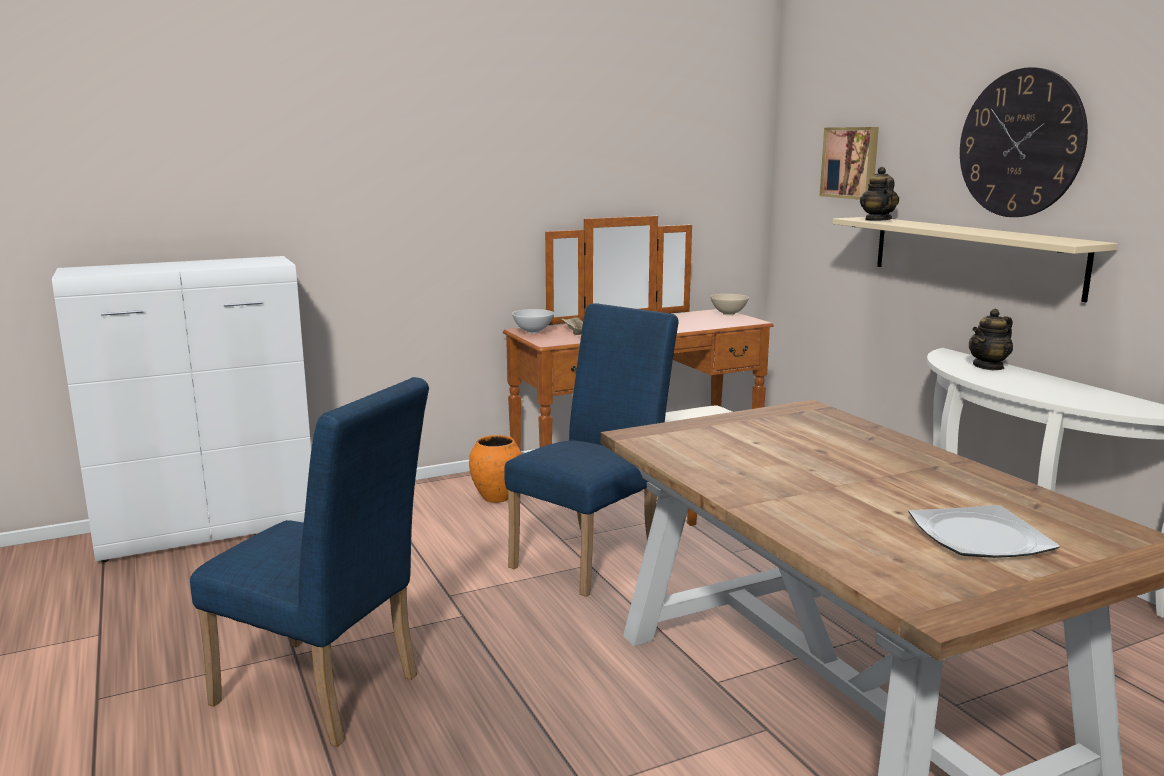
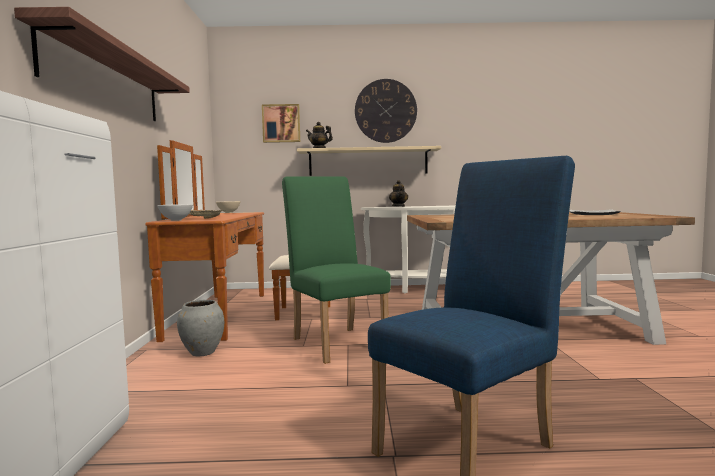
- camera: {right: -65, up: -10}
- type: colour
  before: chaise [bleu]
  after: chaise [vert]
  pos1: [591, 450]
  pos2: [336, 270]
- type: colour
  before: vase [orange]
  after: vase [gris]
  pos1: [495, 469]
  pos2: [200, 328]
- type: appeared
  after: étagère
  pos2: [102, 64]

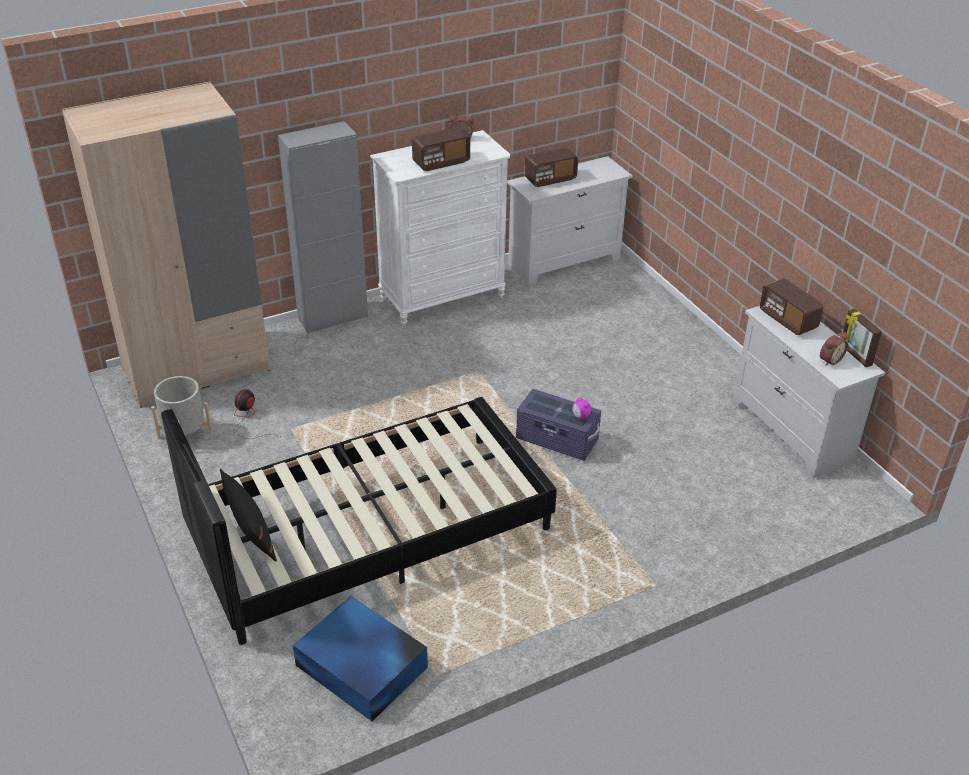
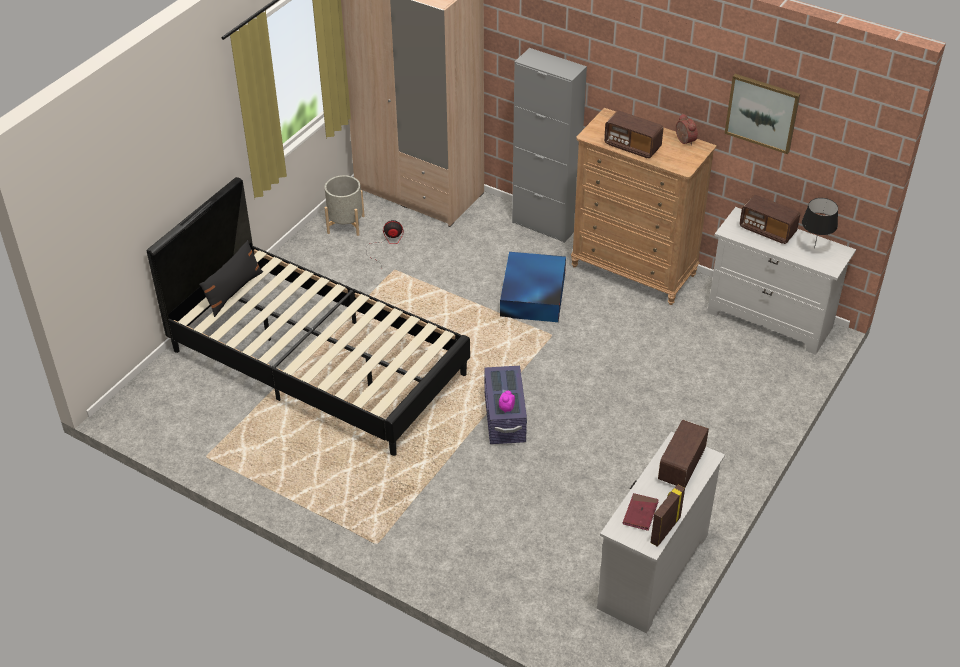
- camera: {right: 60, up: 5}
- type: colour
  before: commode [blanc]
  after: commode [marron]
  pos1: [440, 227]
  pos2: [644, 206]
- type: exchanged
  before: réveil
  after: livre [rouge]
  pos1: [834, 349]
  pos2: [641, 512]
- type: relocated
  before: boîte de rangement [bleu]
  pos1: [360, 658]
  pos2: [533, 287]
- type: appeared
  after: tableau
  pos2: [762, 114]
- type: appeared
  after: lampe de table [noir]
  pos2: [820, 223]

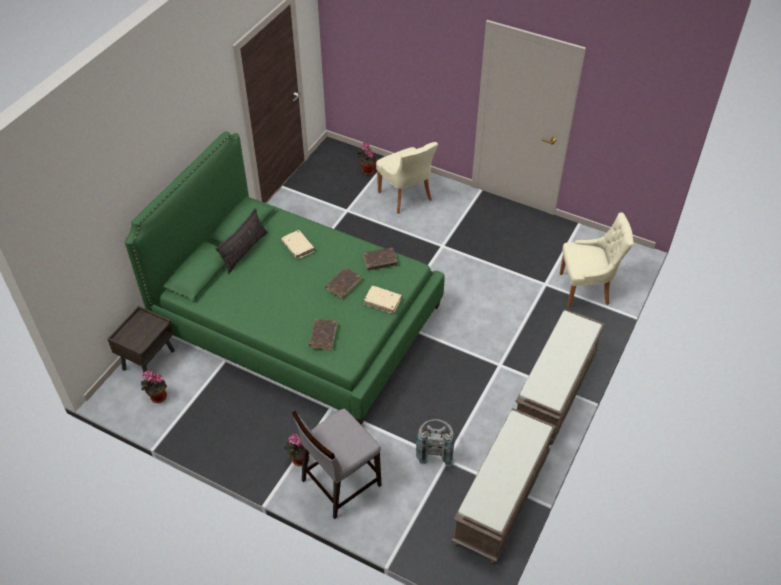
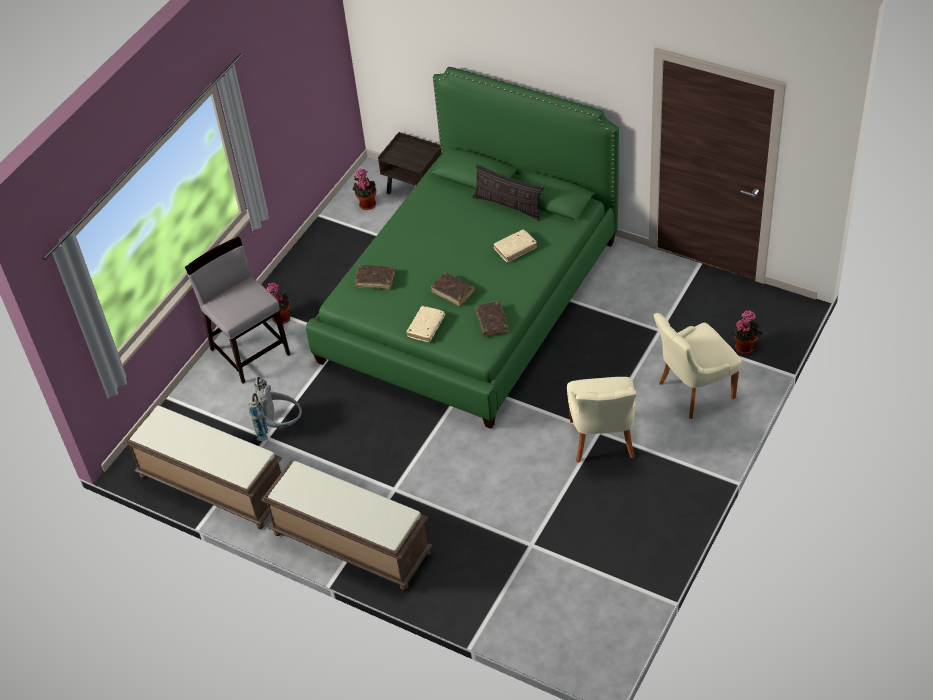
- camera: {right: 95, up: 0}
- type: relocated
  before: chaise [beige]
  pos1: [596, 260]
  pos2: [602, 420]

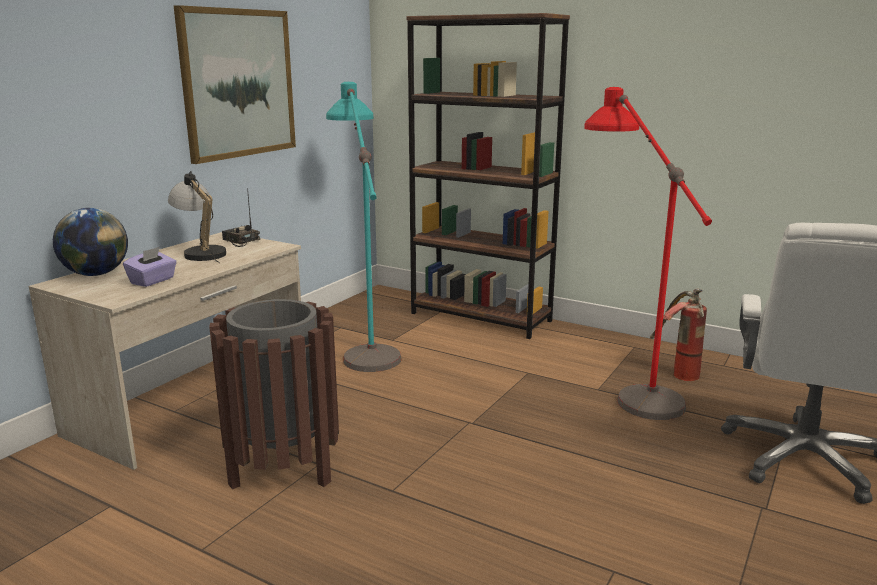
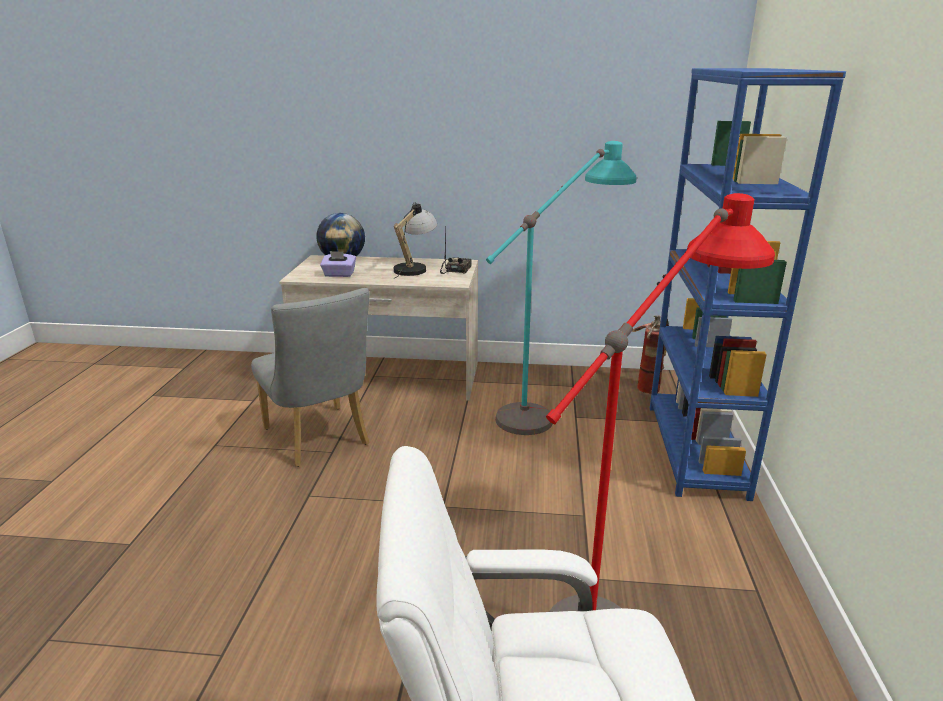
- camera: {right: 65, up: 5}
- type: missing
  before: tableau
  pos1: [235, 84]
- type: colour
  before: bibliothèque [marron]
  after: bibliothèque [bleu]
  pos1: [488, 176]
  pos2: [748, 284]
- type: relocated
  before: extincteur
  pos1: [678, 335]
  pos2: [650, 354]
- type: exchanged
  before: poubelle [marron]
  after: chaise [gris]
  pos1: [274, 394]
  pos2: [310, 377]

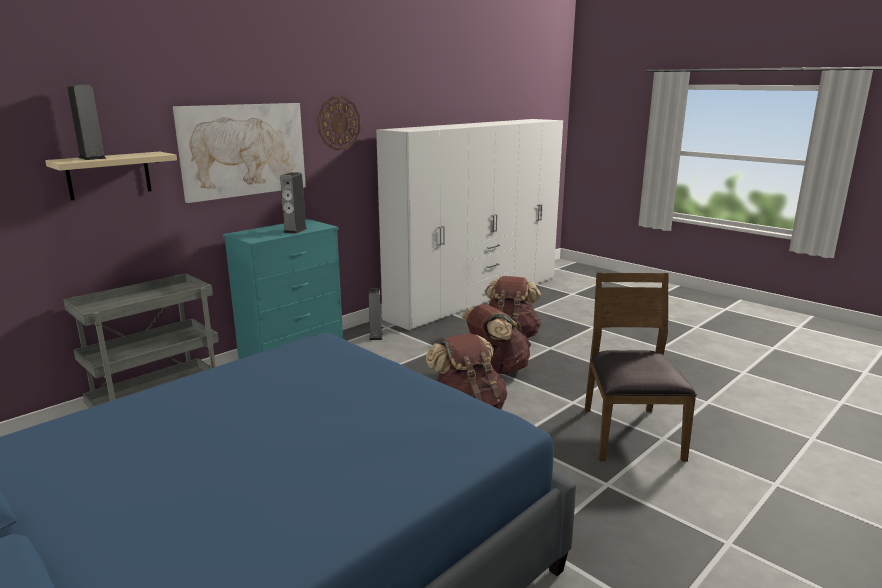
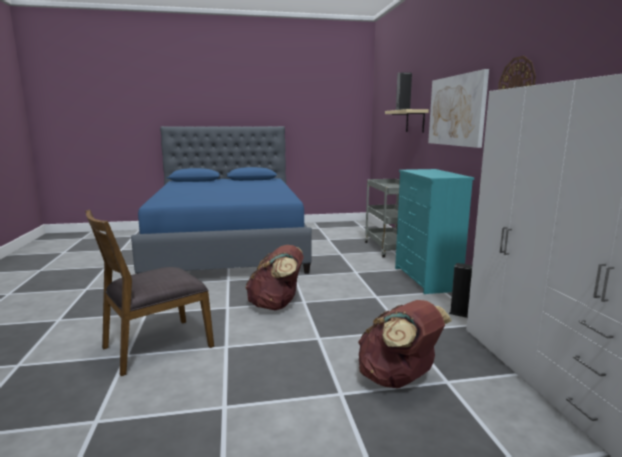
- camera: {right: 125, up: -5}
- type: missing
  before: enceinte
  pos1: [293, 203]
- type: spun
  before: chaise [marron]
  pos1: [641, 367]
  pos2: [149, 292]
  turn: 105
- type: missing
  before: sac à dos [marron]
  pos1: [496, 339]

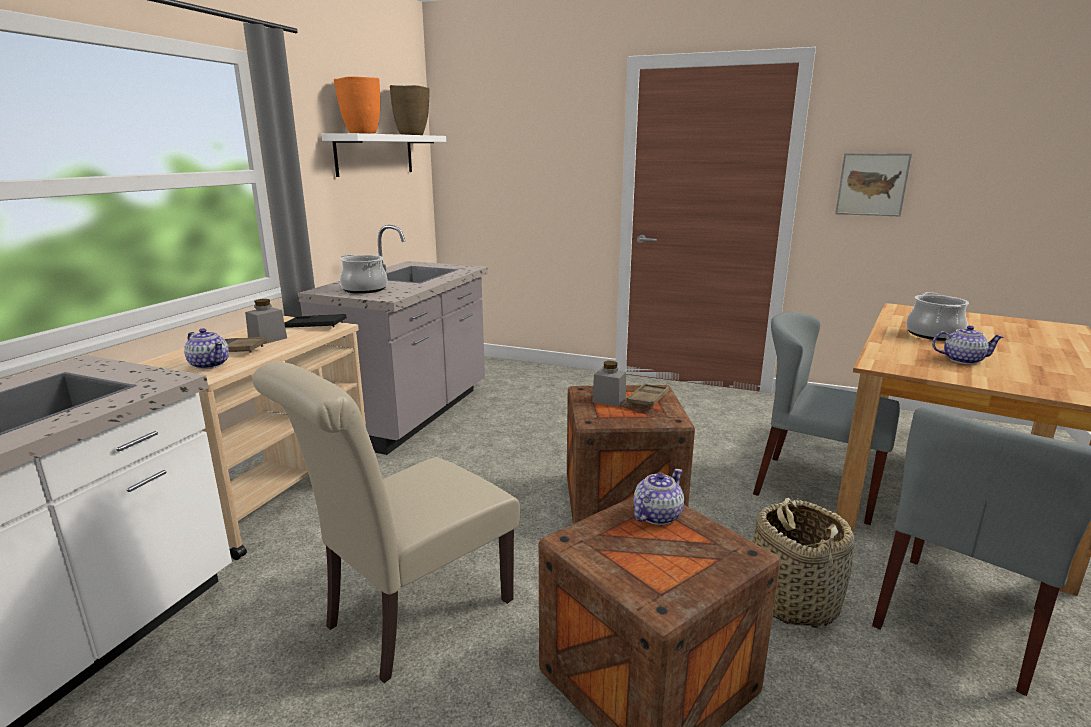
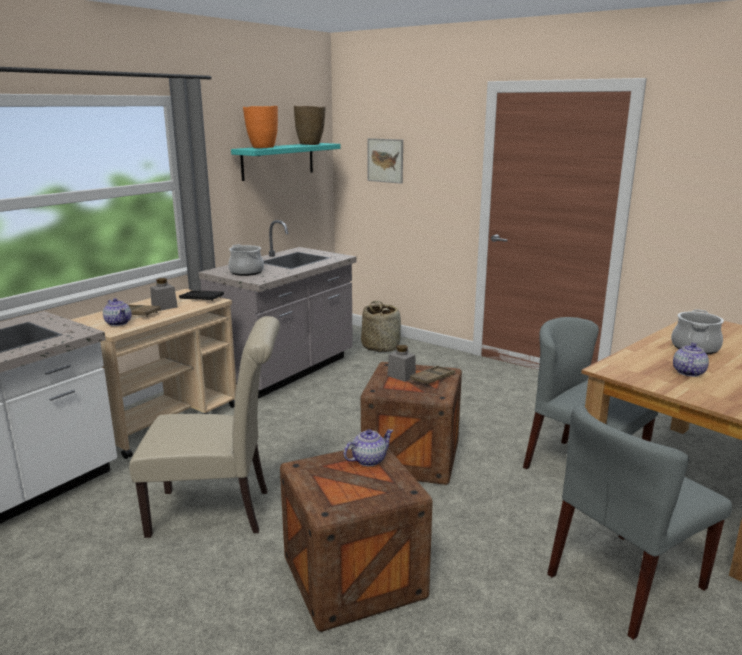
- camera: {right: 15, up: 0}
- type: colour
  before: étagère [blanc]
  after: étagère [turquoise]
  pos1: [383, 155]
  pos2: [286, 162]
- type: relocated
  before: tableau
  pos1: [873, 184]
  pos2: [385, 161]
- type: spun
  before: théière
  pos1: [968, 344]
  pos2: [691, 360]
  turn: -90
- type: spun
  before: chaise [beige]
  pos1: [386, 522]
  pos2: [204, 427]
  turn: -150
- type: relocated
  before: panier
  pos1: [803, 563]
  pos2: [381, 326]

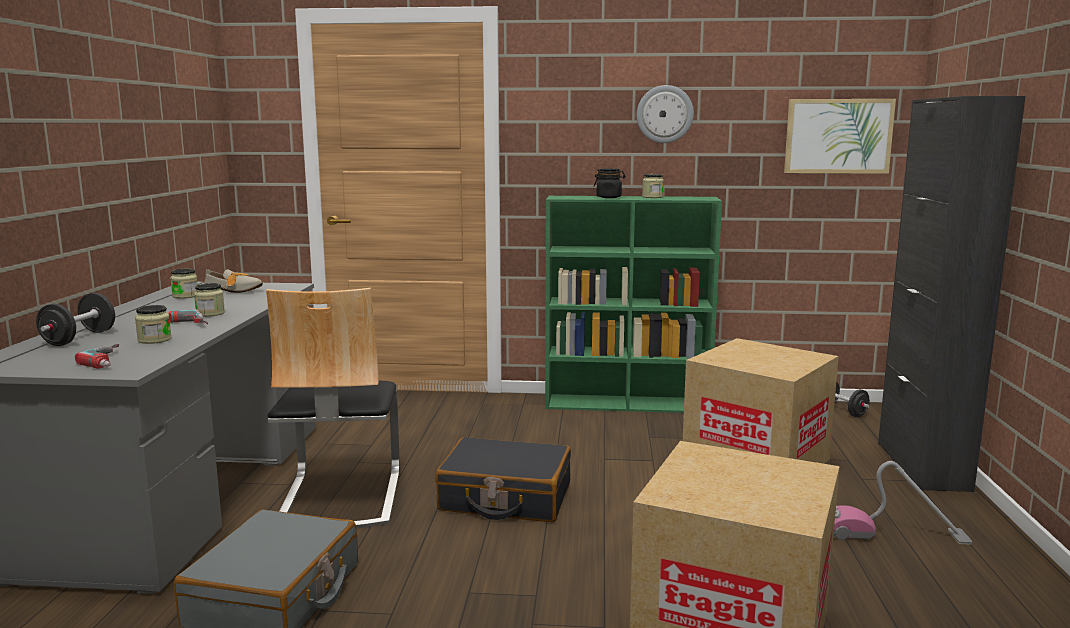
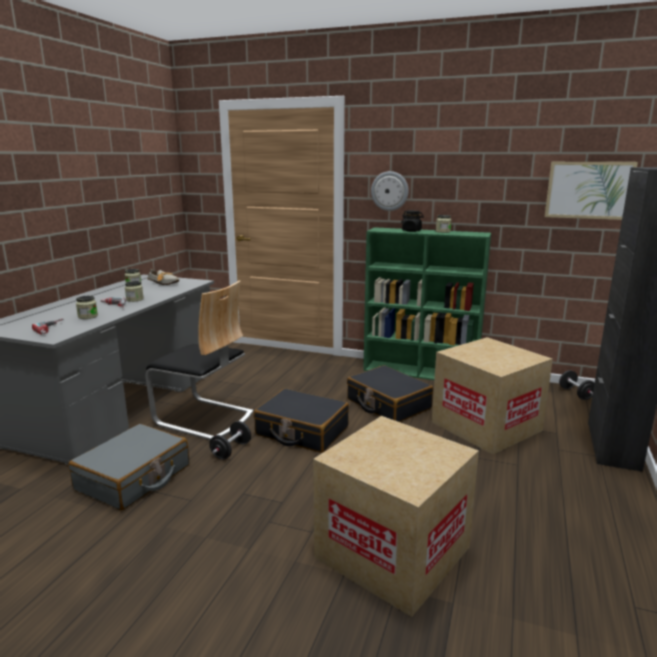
- camera: {right: 15, up: 5}
- type: relocated
  before: horloge murale
  pos1: [665, 114]
  pos2: [390, 191]
- type: spun
  before: chaise
  pos1: [333, 408]
  pos2: [200, 360]
  turn: -75
- type: relocated
  before: haltère [noir]
  pos1: [75, 319]
  pos2: [230, 440]
- type: missing
  before: aspirateur
  pos1: [902, 502]
- type: appeared
  after: valise [noir]
  pos2: [390, 393]

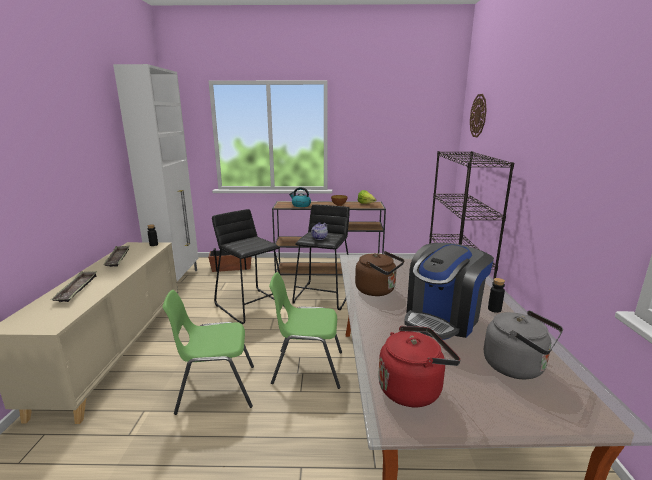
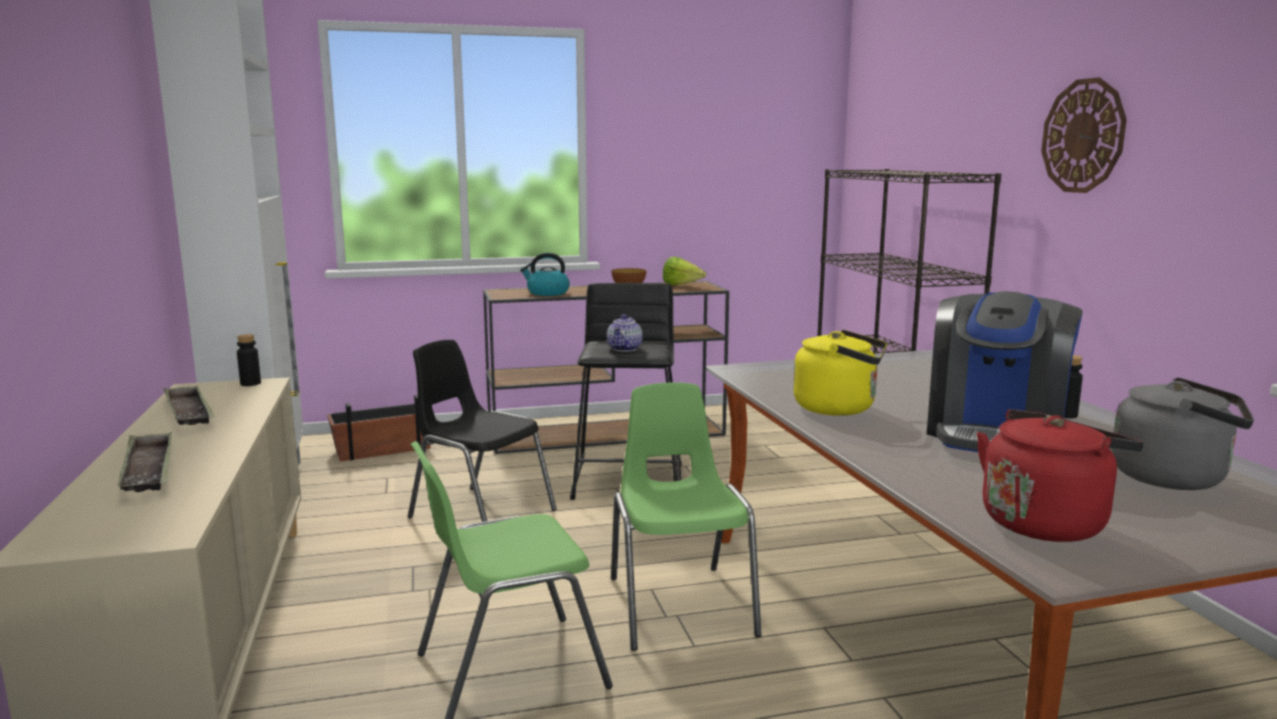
- camera: {right: -15, up: -5}
- type: relocated
  before: horloge murale
  pos1: [478, 115]
  pos2: [1084, 135]
- type: exchanged
  before: tabouret [noir]
  after: chaise [noir]
  pos1: [248, 266]
  pos2: [482, 431]
- type: colour
  before: bouilloire [marron]
  after: bouilloire [jaune]
  pos1: [379, 273]
  pos2: [840, 373]
- type: spun
  before: chaise [vert]
  pos1: [305, 330]
  pos2: [686, 516]
  turn: 90

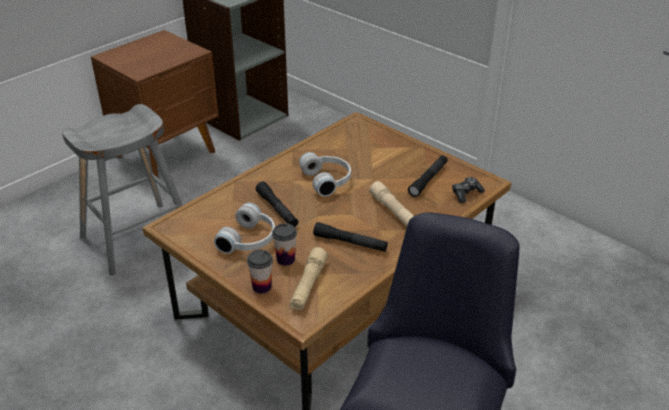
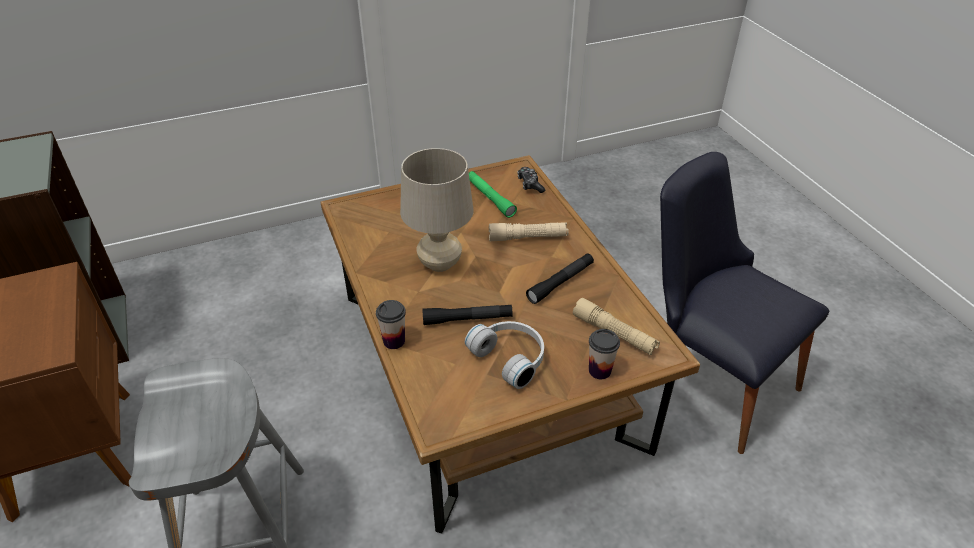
- camera: {right: -65, up: 5}
- type: exchanged
  before: casque audio [blanc]
  after: lampe de table [beige]
  pos1: [325, 174]
  pos2: [437, 210]
- type: colour
  before: lampe de poche [noir]
  after: lampe de poche [vert]
  pos1: [428, 176]
  pos2: [493, 194]
- type: relocated
  before: tasse
  pos1: [284, 244]
  pos2: [391, 324]

